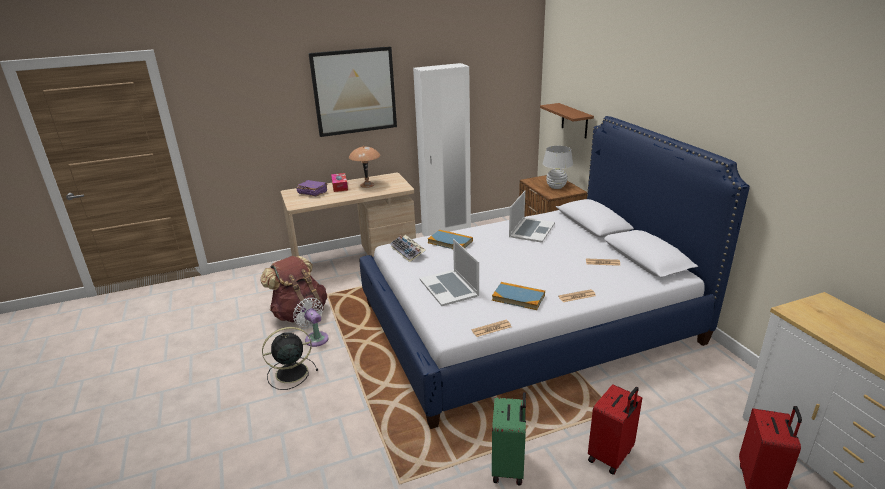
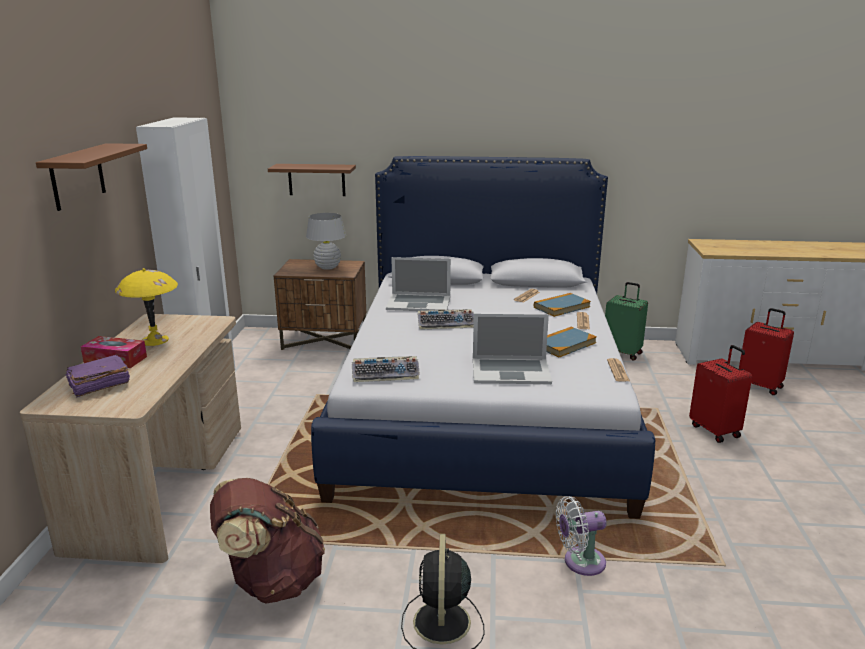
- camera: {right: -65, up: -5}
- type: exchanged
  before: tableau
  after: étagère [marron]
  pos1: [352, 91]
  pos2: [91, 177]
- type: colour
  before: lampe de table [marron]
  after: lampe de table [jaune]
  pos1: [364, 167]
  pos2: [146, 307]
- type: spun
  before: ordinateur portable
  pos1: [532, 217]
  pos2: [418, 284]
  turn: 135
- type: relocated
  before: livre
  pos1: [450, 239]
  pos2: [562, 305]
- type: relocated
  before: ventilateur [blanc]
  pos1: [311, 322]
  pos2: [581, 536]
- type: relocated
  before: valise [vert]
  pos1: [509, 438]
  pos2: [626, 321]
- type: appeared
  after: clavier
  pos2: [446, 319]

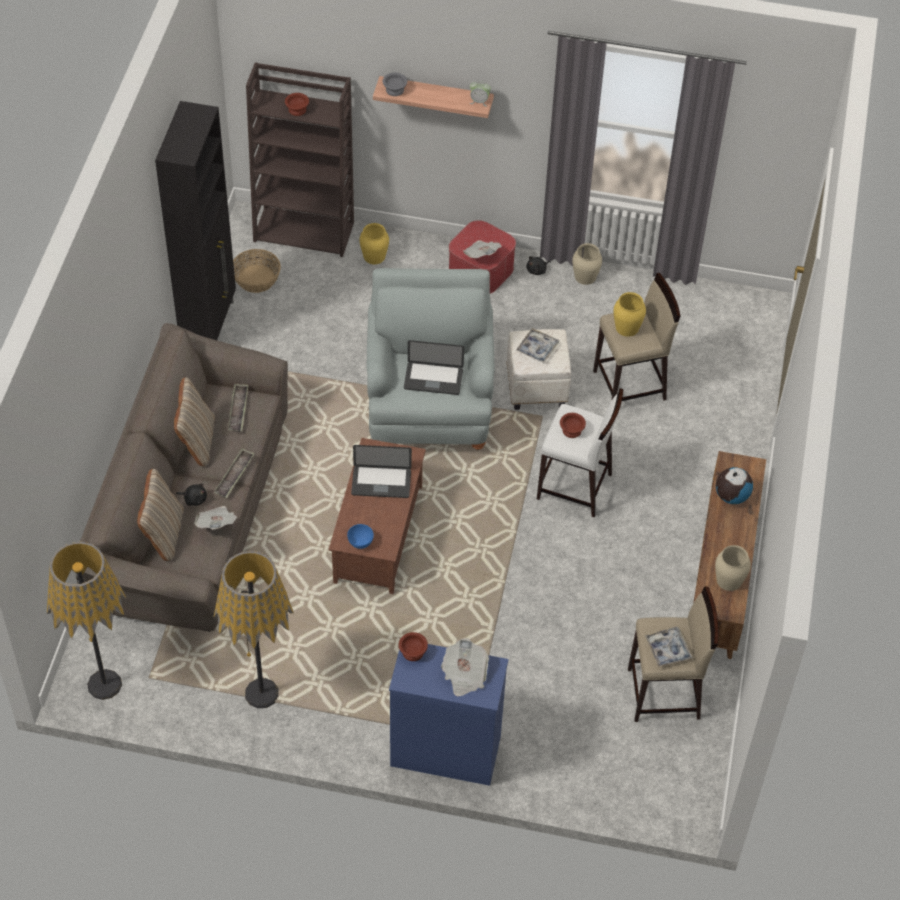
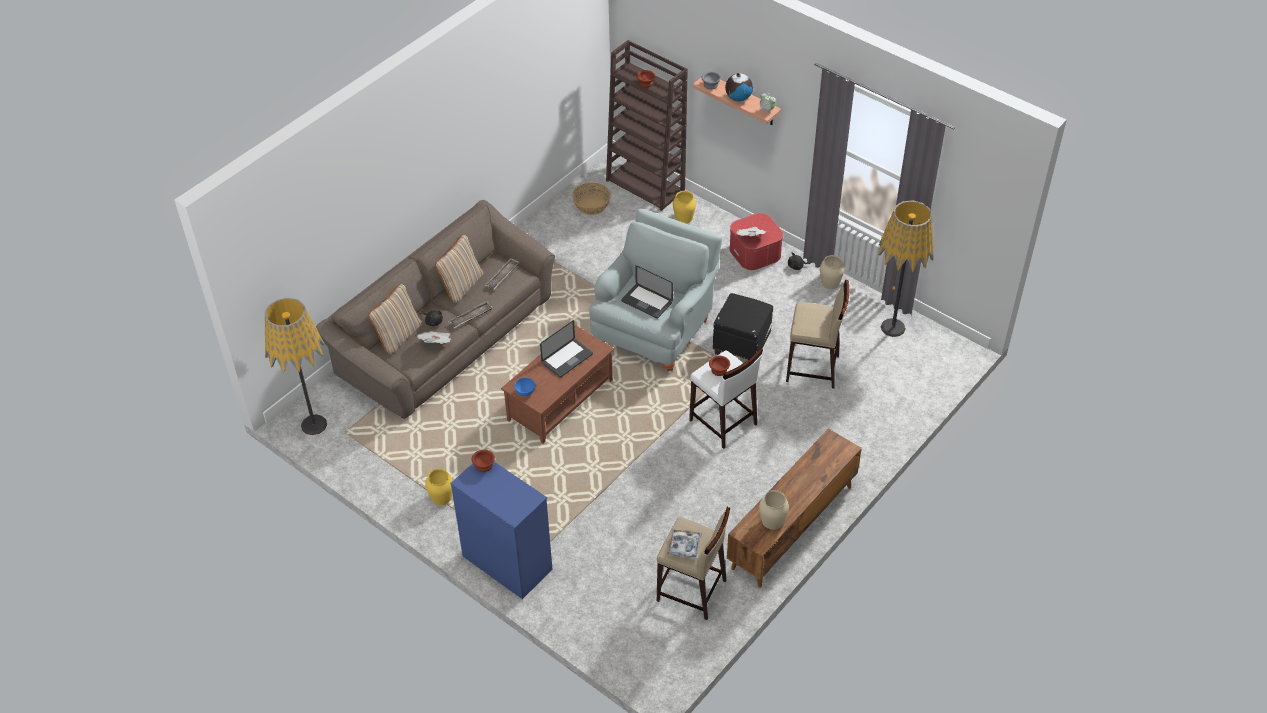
- camera: {right: 30, up: -5}
- type: missing
  before: meuble de rangement [noir]
  pos1: [195, 220]
- type: relocated
  before: vase [jaune]
  pos1: [630, 314]
  pos2: [439, 486]
- type: missing
  before: plateau
  pos1: [538, 345]
- type: colour
  before: pouf [blanc]
  after: pouf [noir]
  pos1: [539, 369]
  pos2: [743, 326]
- type: spun
  before: ordinateur portable
  pos1: [381, 471]
  pos2: [566, 348]
  turn: -75
- type: relocated
  before: globe
  pos1: [734, 485]
  pos2: [739, 87]
- type: relocated
  before: lampadaire
  pos1: [254, 629]
  pos2: [906, 269]
- type: missing
  before: journal
  pos1: [465, 667]

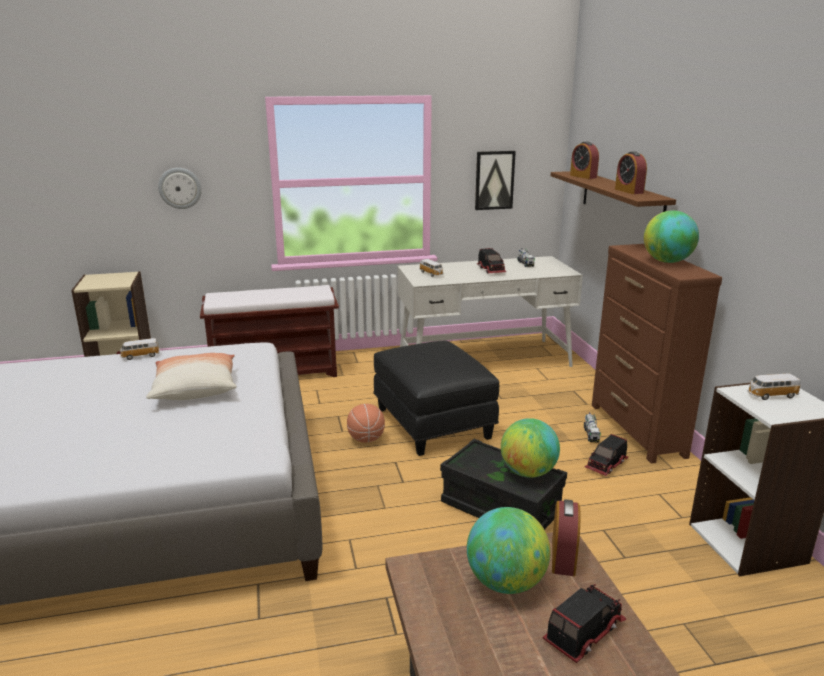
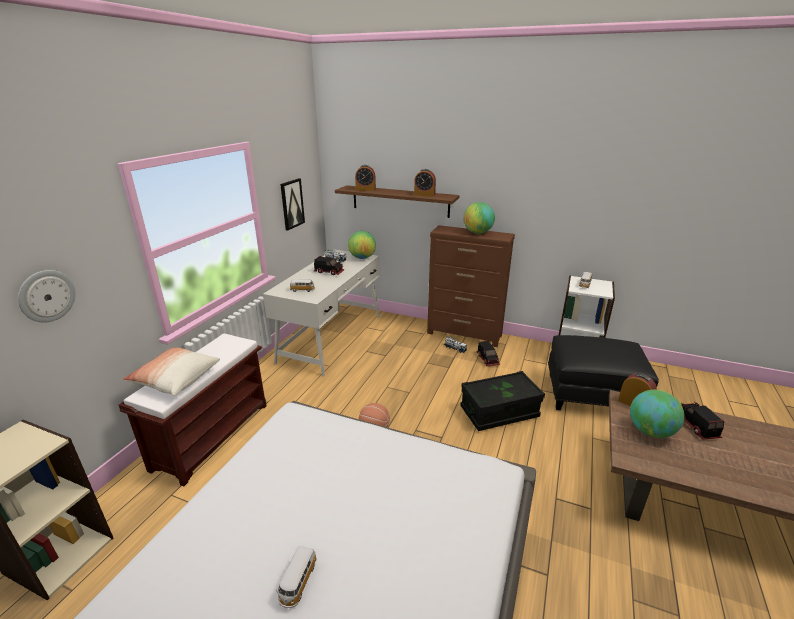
- camera: {right: -55, up: 5}
- type: relocated
  before: petite voiture
  pos1: [140, 349]
  pos2: [297, 577]
- type: relocated
  before: pouf [noir]
  pos1: [436, 398]
  pos2: [603, 372]
- type: relocated
  before: coussin
  pos1: [191, 376]
  pos2: [171, 371]
- type: relocated
  before: globe
  pos1: [530, 448]
  pos2: [362, 245]

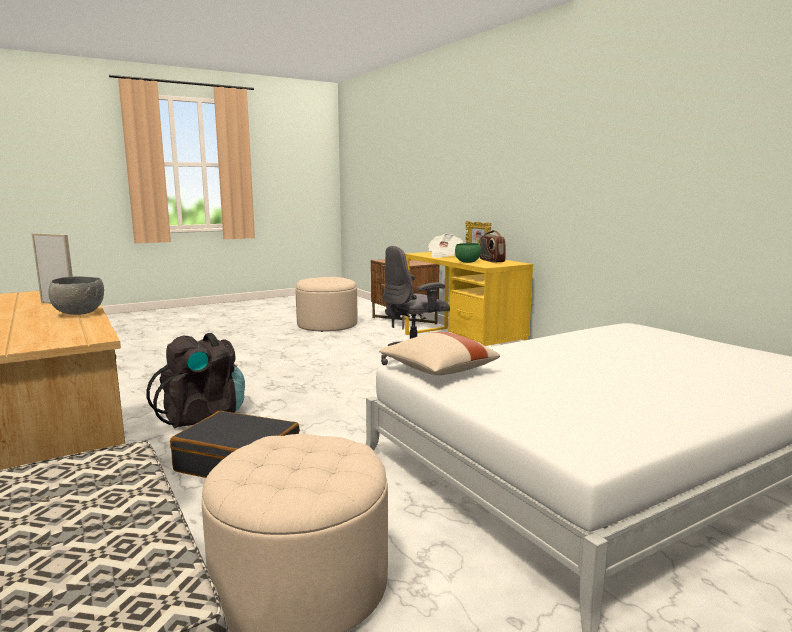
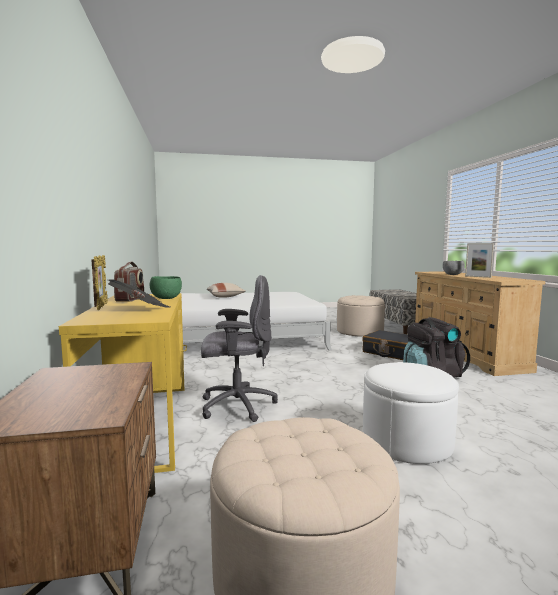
- camera: {right: -160, up: -5}
- type: relocated
  before: coussin [beige]
  pos1: [439, 353]
  pos2: [226, 290]
- type: appeared
  after: pouf [blanc]
  pos2: [411, 413]

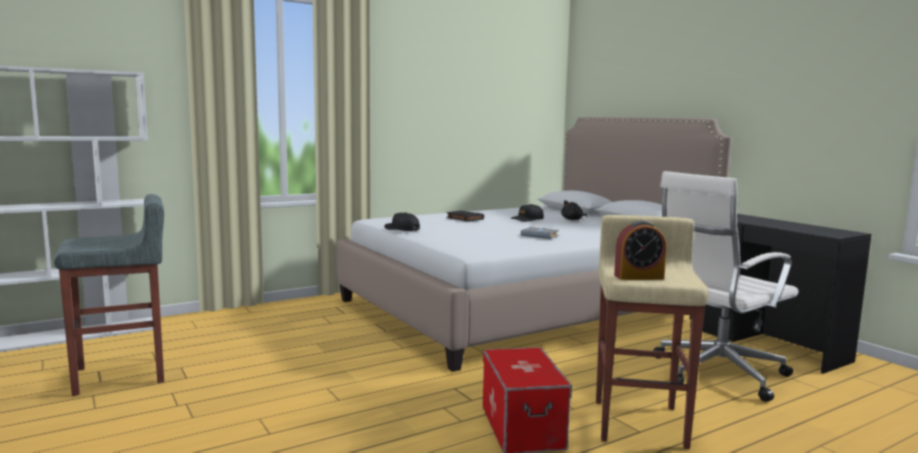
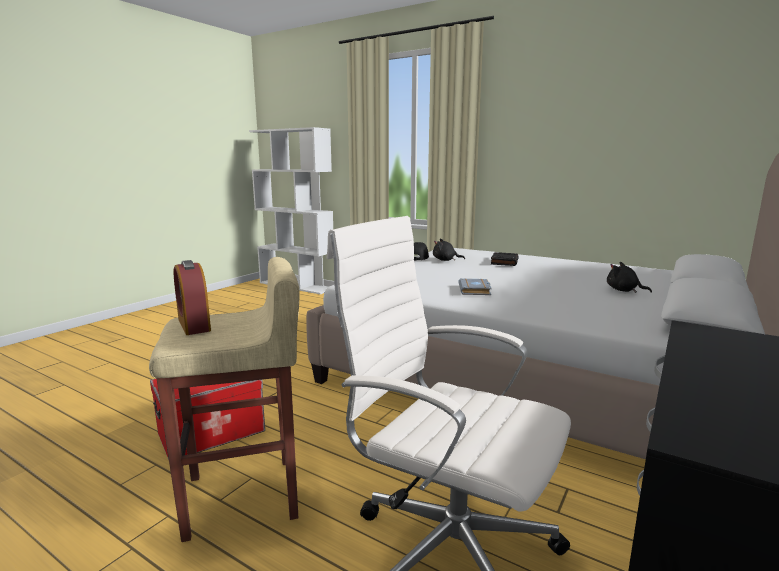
- camera: {right: 65, up: 5}
- type: missing
  before: tabouret [gris]
  pos1: [109, 295]
- type: missing
  before: casquette [noir]
  pos1: [527, 213]
- type: appeared
  after: peluche [noir]
  pos2: [449, 250]

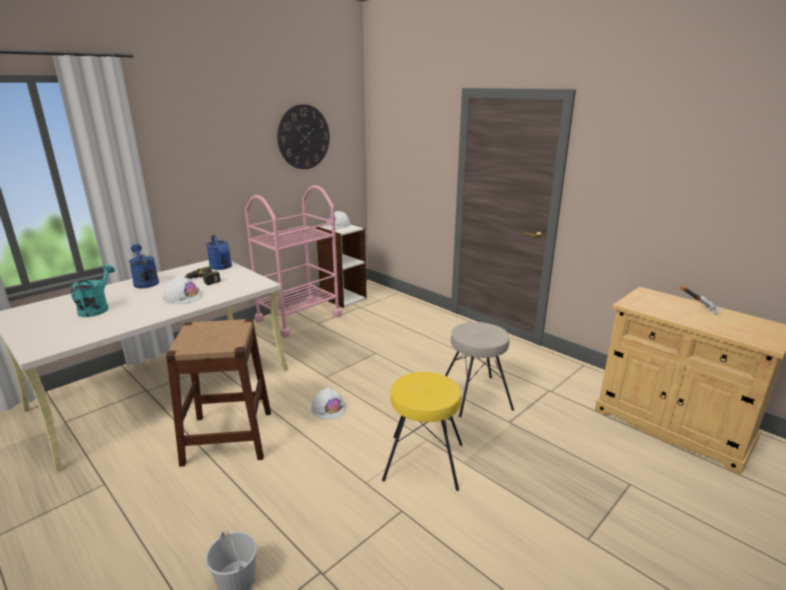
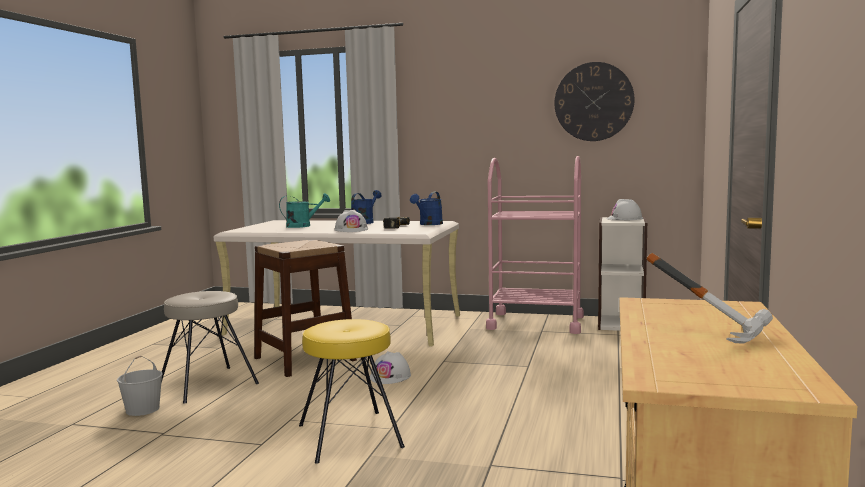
- camera: {right: 60, up: -15}
- type: relocated
  before: tabouret [beige]
  pos1: [479, 369]
  pos2: [210, 347]

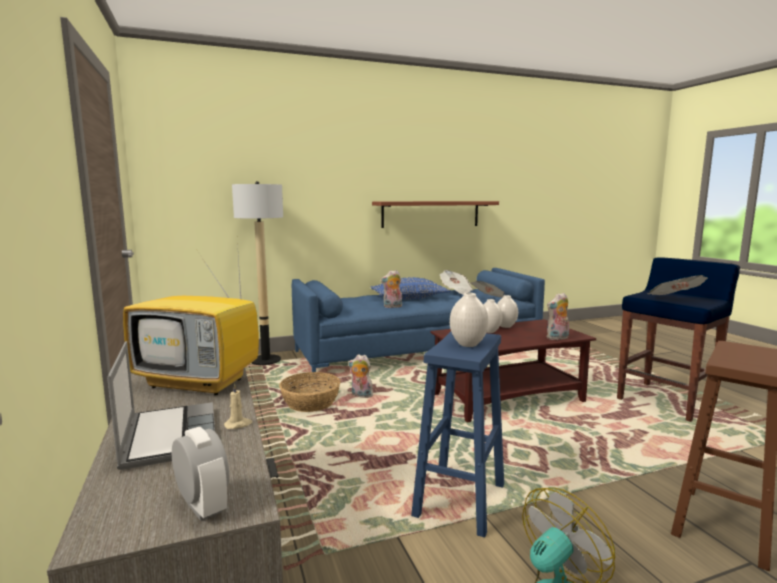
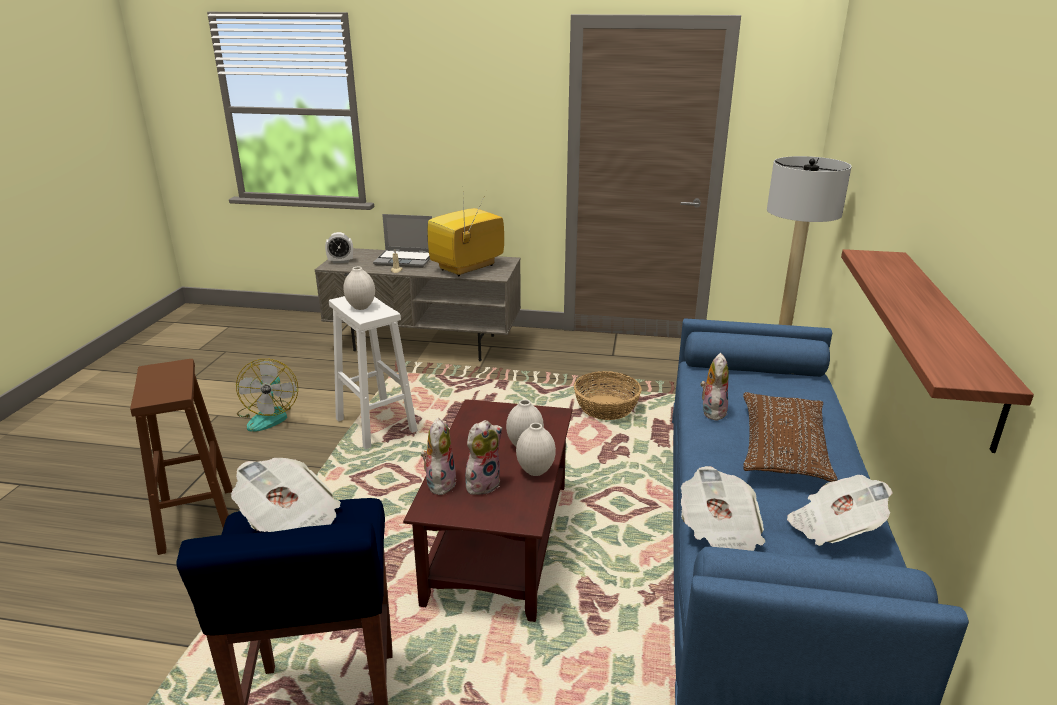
- camera: {right: 120, up: 15}
- type: colour
  before: coussin [bleu]
  after: coussin [marron]
  pos1: [411, 288]
  pos2: [790, 437]
- type: colour
  before: tabouret [bleu]
  after: tabouret [blanc]
  pos1: [457, 435]
  pos2: [373, 372]
- type: relocated
  before: peluche
  pos1: [360, 376]
  pos2: [483, 457]

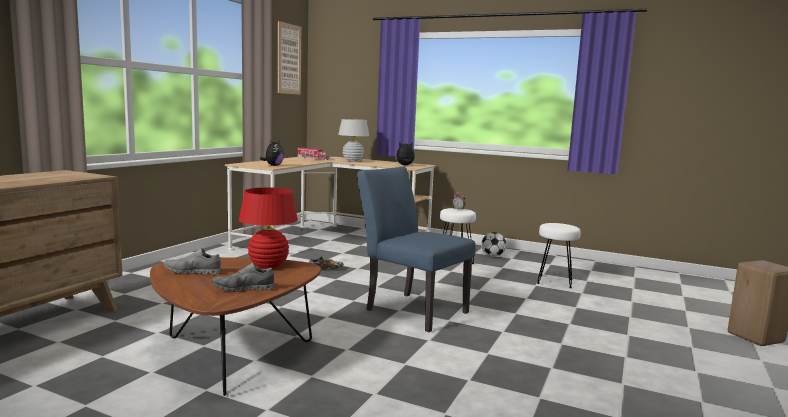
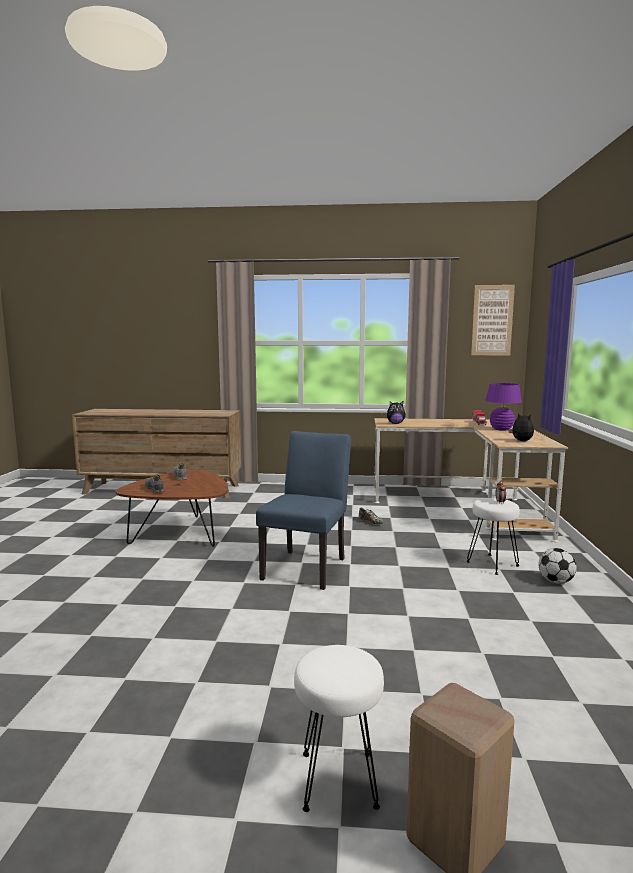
- camera: {right: 70, up: 0}
- type: colour
  before: lampe de table [blanc]
  after: lampe de table [violet]
  pos1: [353, 140]
  pos2: [503, 407]
- type: missing
  before: lampe de table [rouge]
  pos1: [268, 228]
- type: relocated
  before: tabouret [blanc]
  pos1: [559, 255]
  pos2: [339, 728]

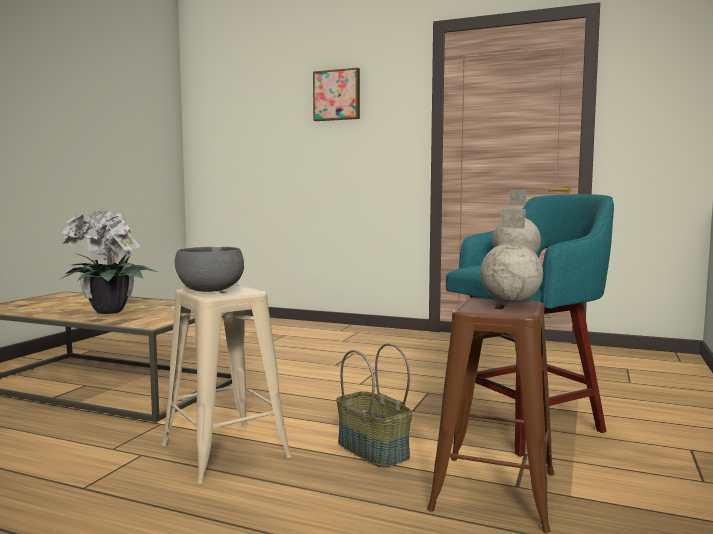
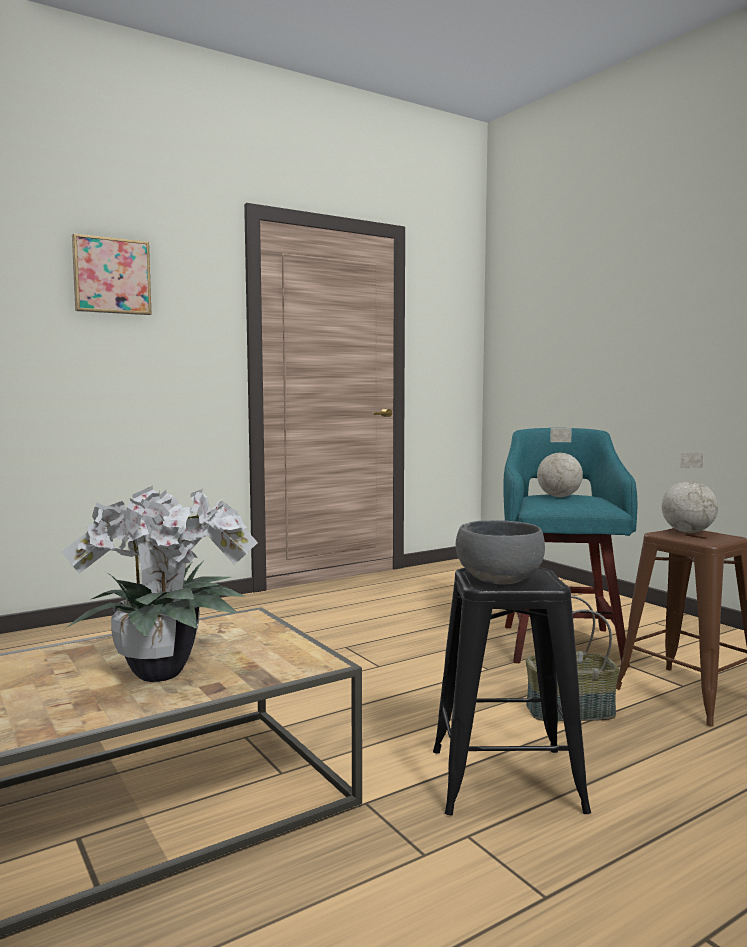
- camera: {right: -55, up: 0}
- type: colour
  before: tabouret [beige]
  after: tabouret [noir]
  pos1: [226, 384]
  pos2: [512, 691]

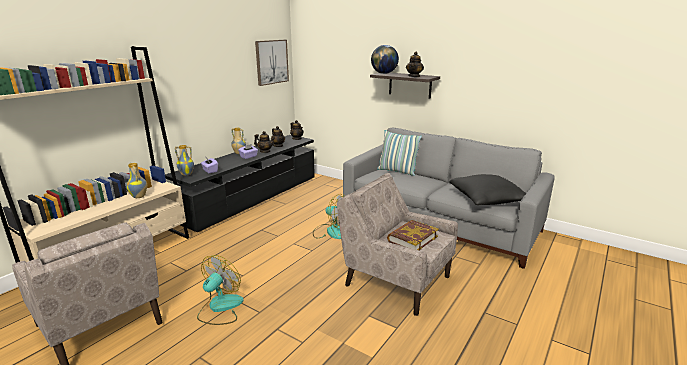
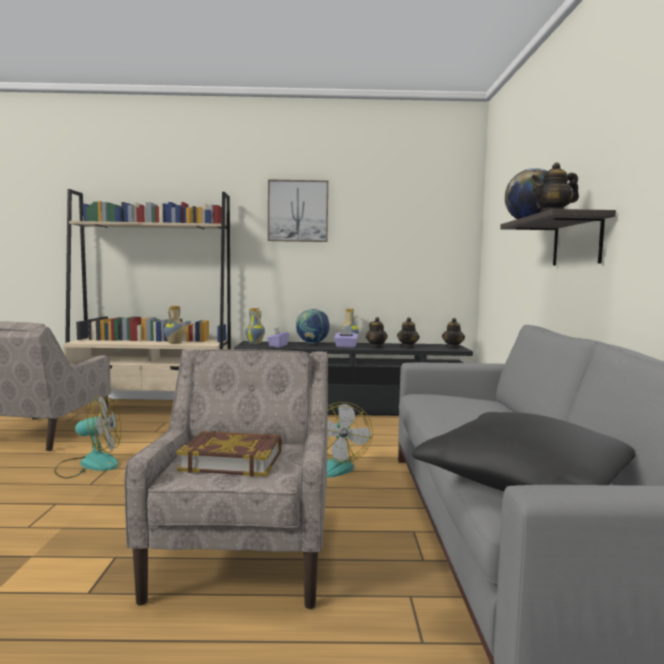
- camera: {right: 55, up: -15}
- type: relocated
  before: tableau
  pos1: [272, 63]
  pos2: [298, 210]
- type: missing
  before: coussin
  pos1: [399, 153]
- type: appeared
  after: globe
  pos2: [313, 326]

